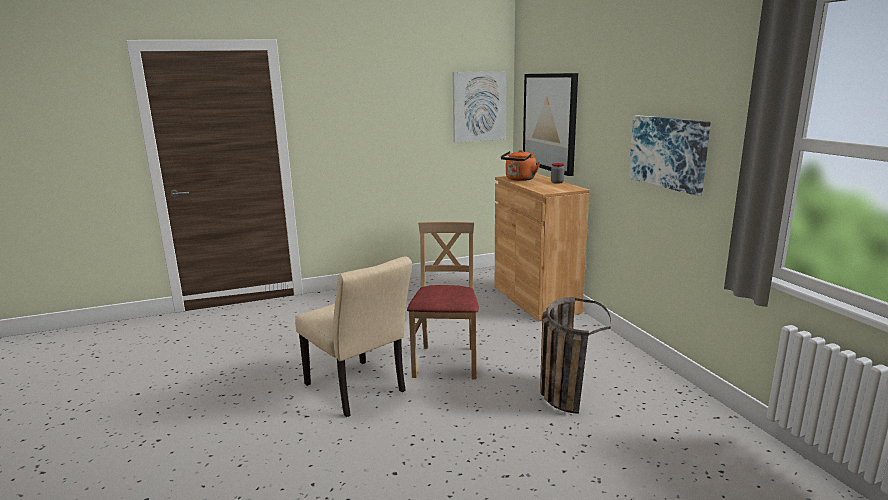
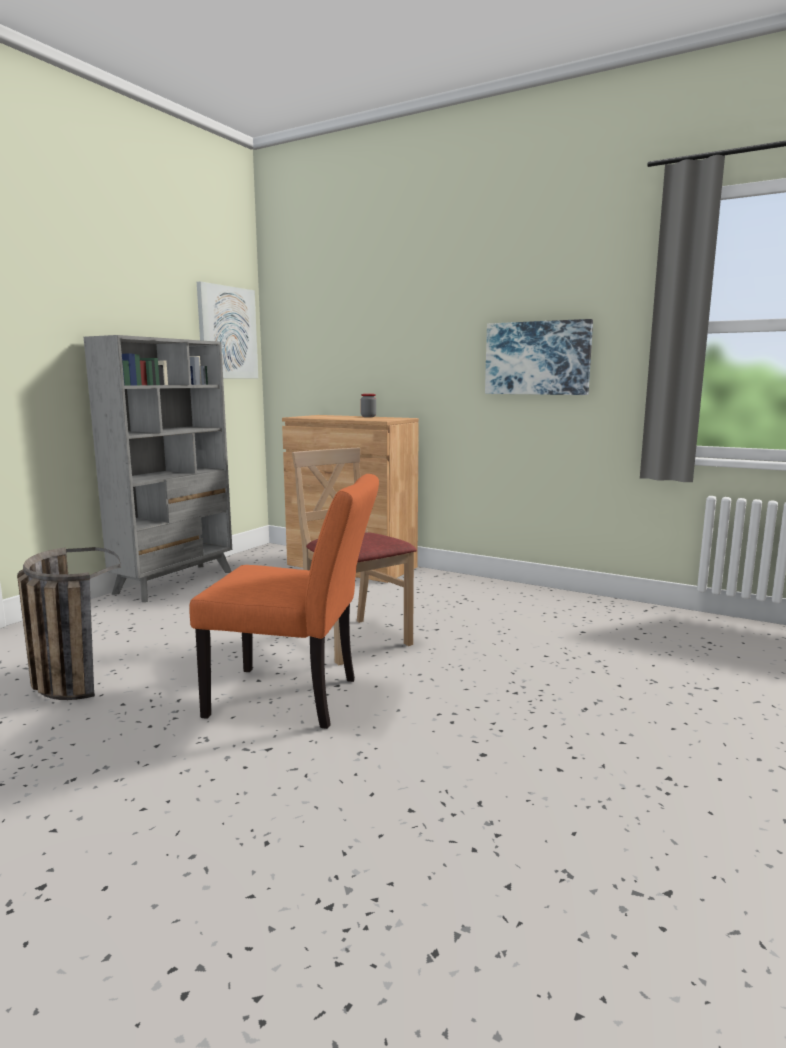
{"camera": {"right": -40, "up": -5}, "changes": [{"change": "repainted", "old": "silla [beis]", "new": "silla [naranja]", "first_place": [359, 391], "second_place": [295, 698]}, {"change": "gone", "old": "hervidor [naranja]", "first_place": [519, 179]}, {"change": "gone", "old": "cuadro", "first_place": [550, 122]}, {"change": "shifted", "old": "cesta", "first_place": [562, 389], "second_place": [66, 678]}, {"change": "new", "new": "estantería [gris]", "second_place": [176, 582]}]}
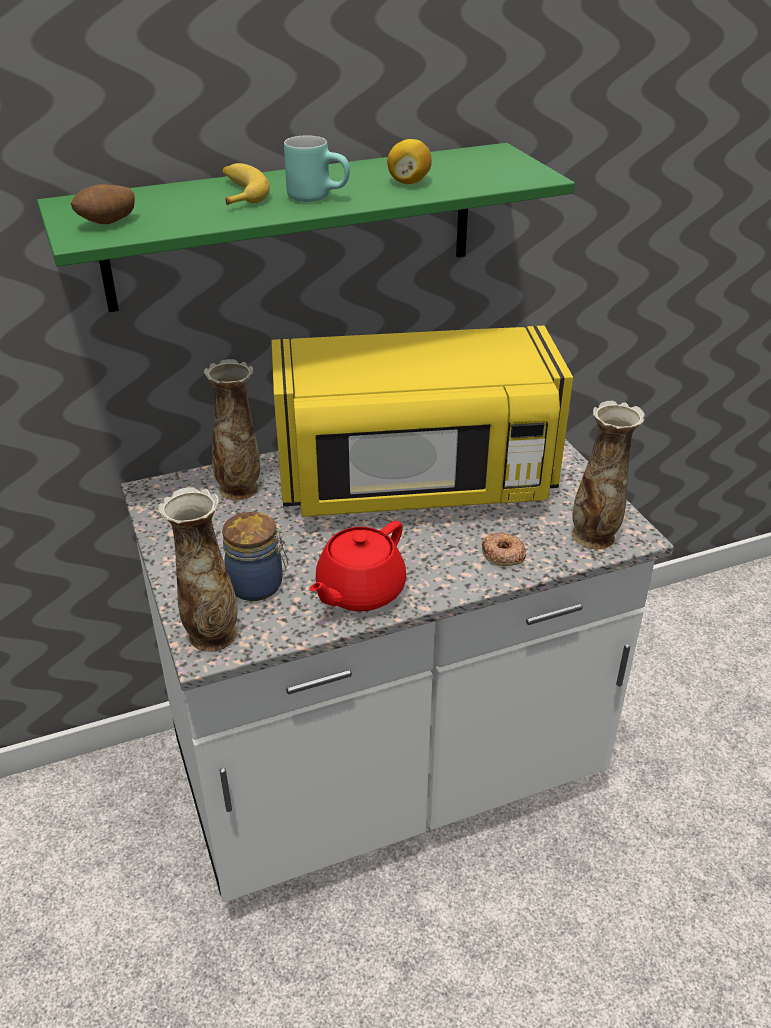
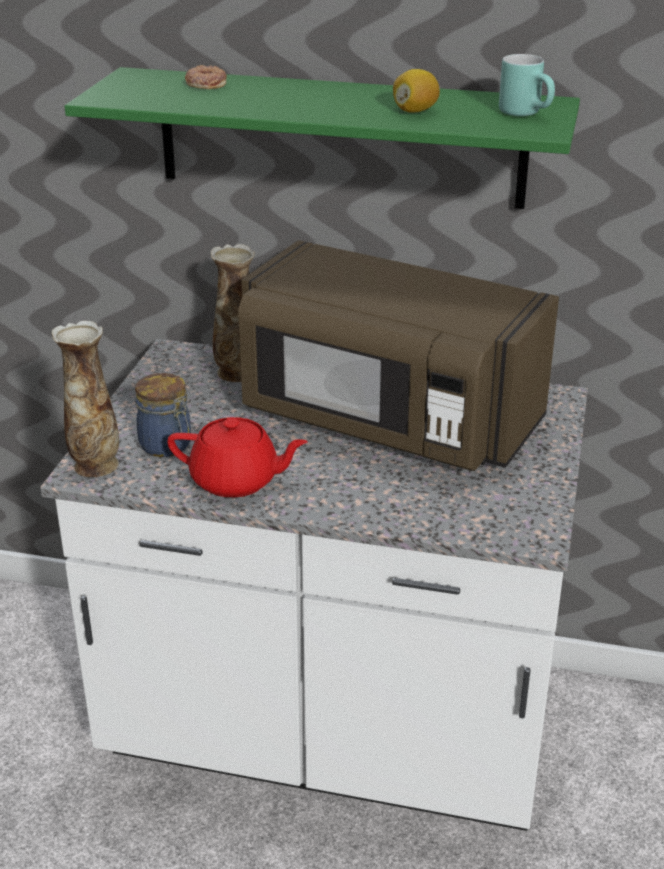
{"camera": {"right": 35, "up": -5}, "changes": [{"change": "gone", "old": "patata", "first_place": [107, 224]}, {"change": "gone", "old": "plátano", "first_place": [240, 194]}, {"change": "repainted", "old": "microondas [amarillo]", "new": "microondas [marrón]", "first_place": [416, 484], "second_place": [386, 421]}, {"change": "shifted", "old": "taza grande [turquesa]", "first_place": [319, 197], "second_place": [528, 114]}, {"change": "rotated", "old": "tetera [rojo]", "first_place": [359, 591], "second_place": [236, 481], "degrees": -150}, {"change": "shifted", "old": "rosquilla", "first_place": [503, 554], "second_place": [206, 83]}, {"change": "gone", "old": "florero", "first_place": [595, 536]}]}
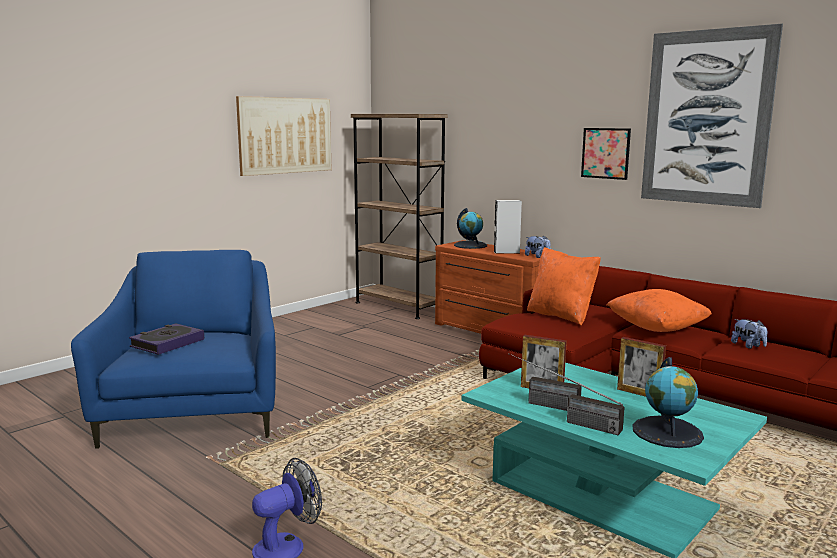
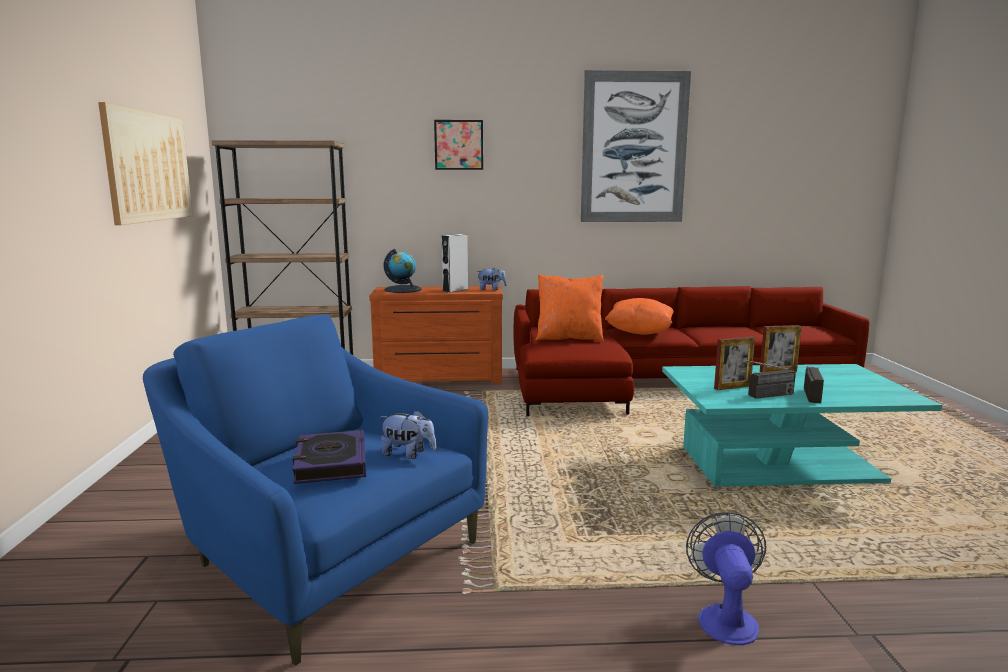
{"camera": {"right": -45, "up": 0}, "changes": [{"change": "rotated", "old": "radio", "first_place": [579, 423], "second_place": [815, 399], "degrees": -60}, {"change": "shifted", "old": "cuadro", "first_place": [605, 153], "second_place": [458, 145]}, {"change": "gone", "old": "globo terráqueo", "first_place": [667, 432]}, {"change": "shifted", "old": "peluche", "first_place": [748, 346], "second_place": [408, 454]}]}
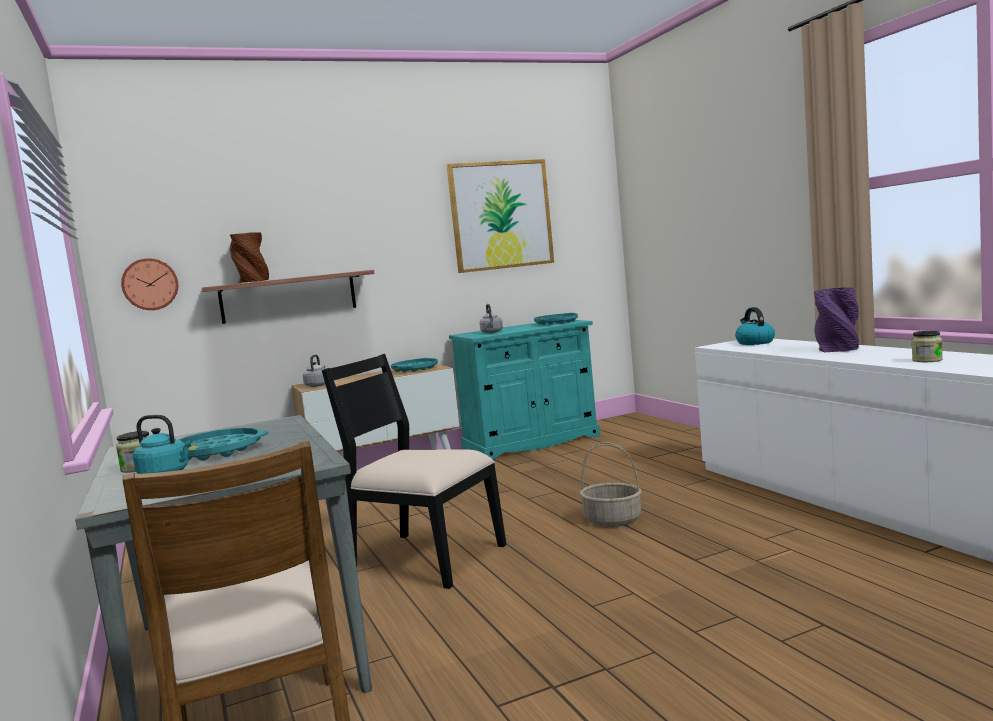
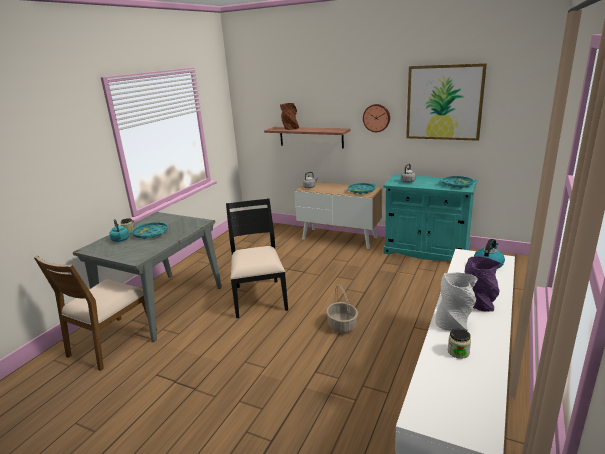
{"camera": {"right": 50, "up": 15}, "changes": [{"change": "shifted", "old": "reloj de pared", "first_place": [150, 284], "second_place": [376, 118]}, {"change": "new", "new": "florero [gris]", "second_place": [454, 323]}]}
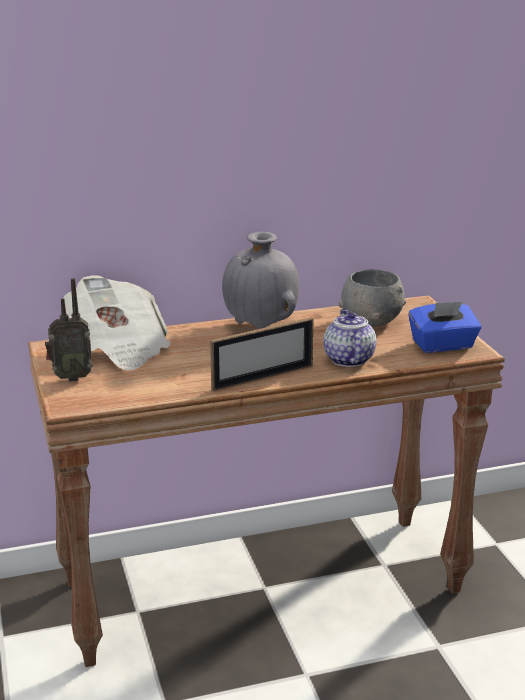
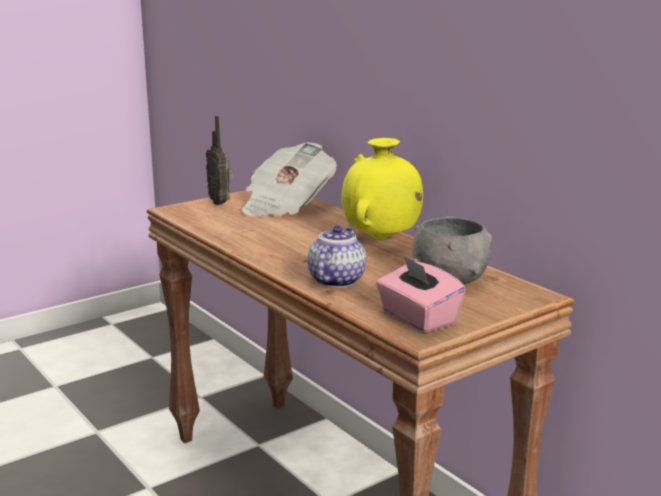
{"camera": {"right": 70, "up": -5}, "changes": [{"change": "gone", "old": "portarretratos", "first_place": [263, 377]}, {"change": "repainted", "old": "florero [gris]", "new": "florero [amarillo]", "first_place": [261, 327], "second_place": [381, 240]}, {"change": "rotated", "old": "tetera", "first_place": [348, 359], "second_place": [336, 280], "degrees": -45}, {"change": "repainted", "old": "caja de pañuelos [azul]", "new": "caja de pañuelos [rosa]", "first_place": [443, 345], "second_place": [418, 318]}]}
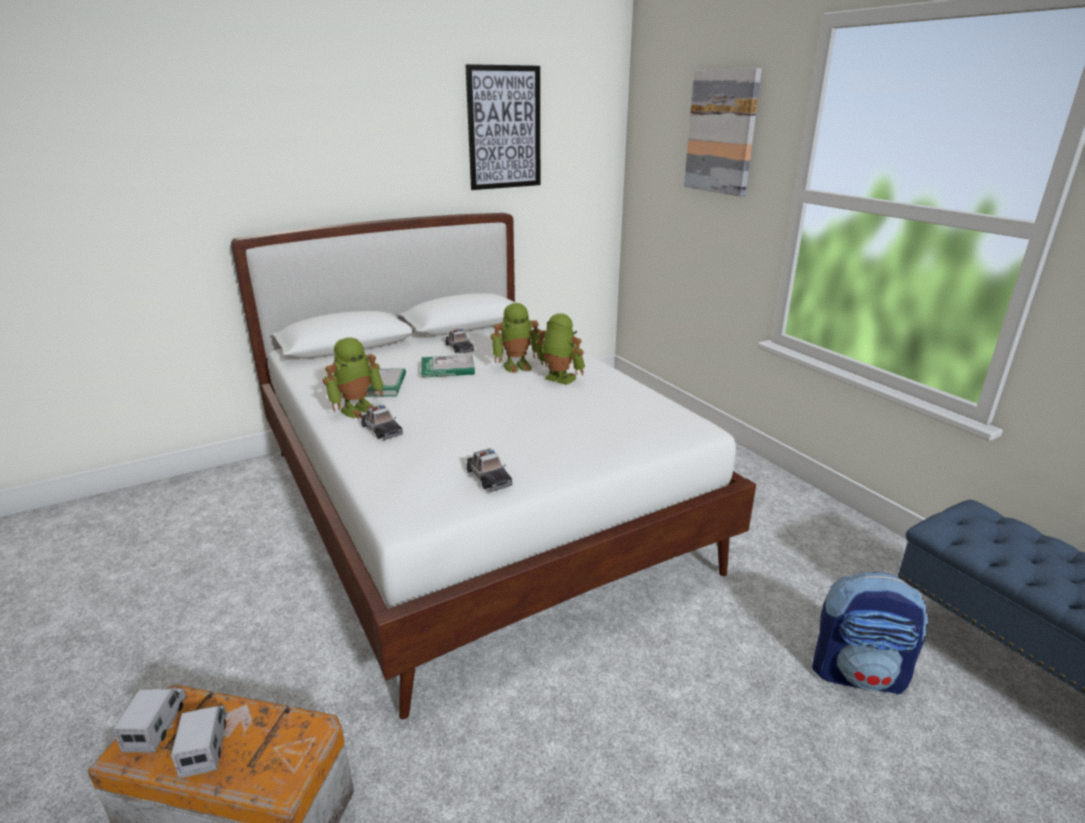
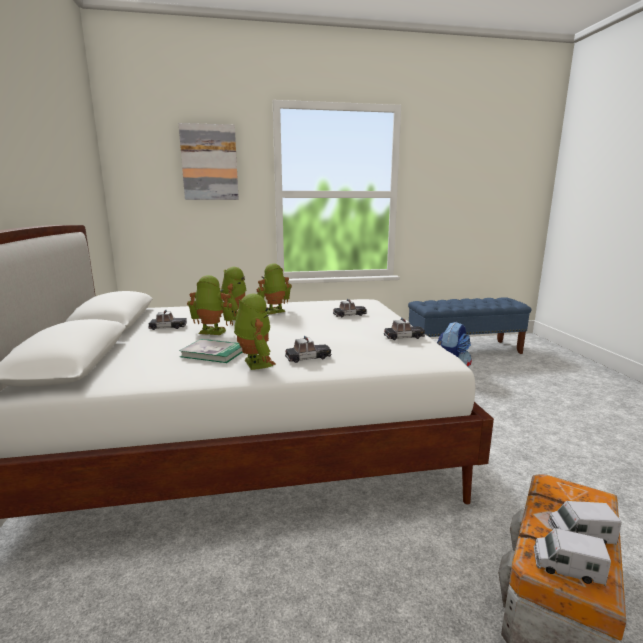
{"camera": {"right": -70, "up": -10}, "changes": [{"change": "swapped", "old": "libro", "new": "robot de juguete", "first_place": [447, 369], "second_place": [211, 332]}, {"change": "gone", "old": "cuadro", "first_place": [504, 128]}, {"change": "new", "new": "coche de juguete", "second_place": [349, 314]}]}
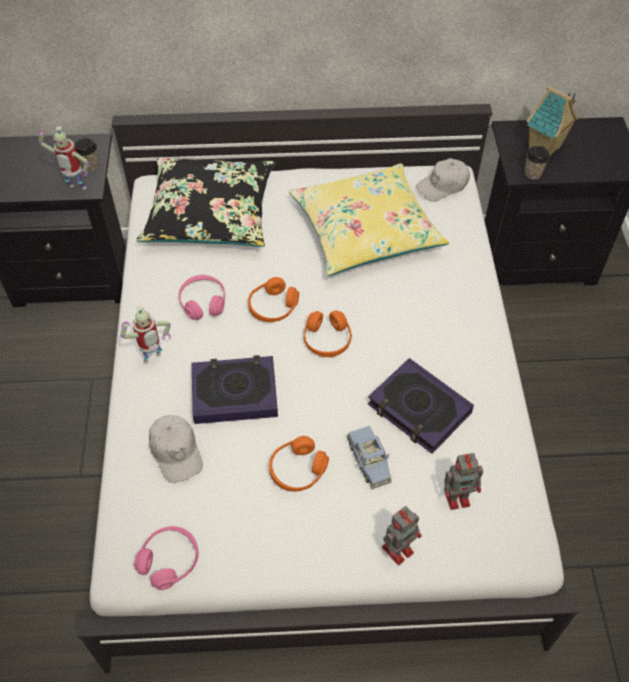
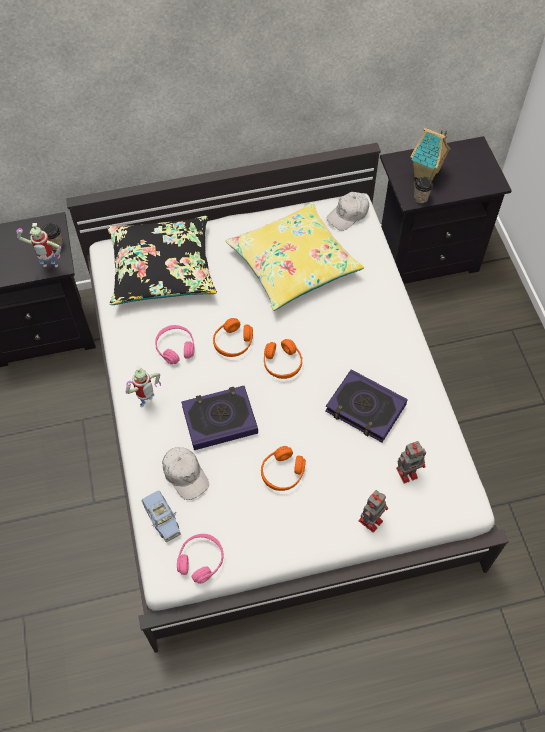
{"camera": {"right": -10, "up": 5}, "changes": [{"change": "shifted", "old": "coche de juguete [azul]", "first_place": [369, 460], "second_place": [162, 518]}]}
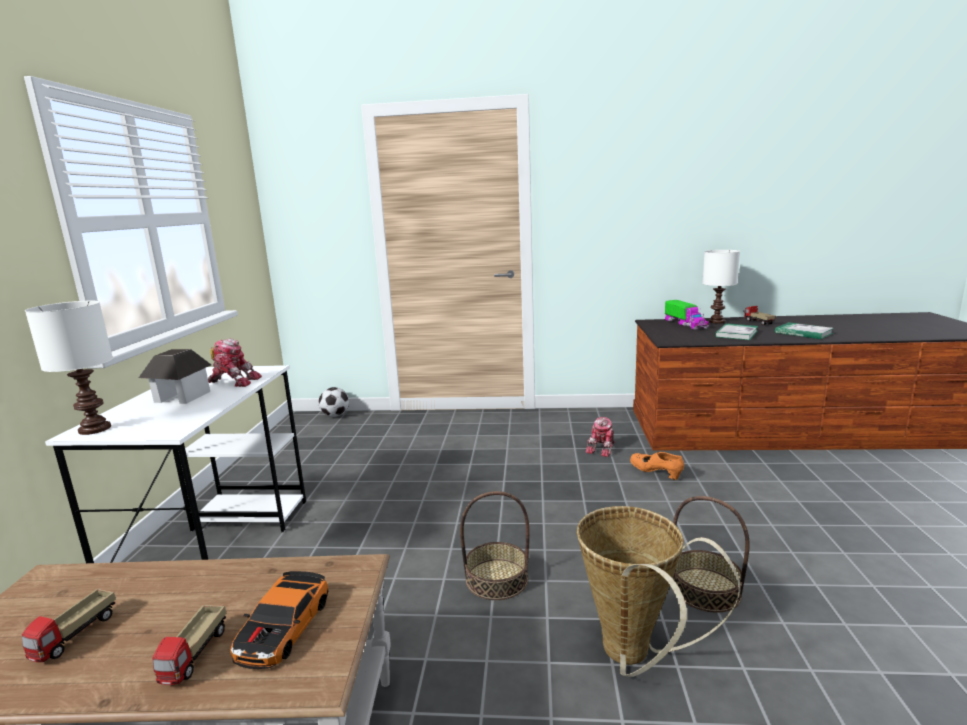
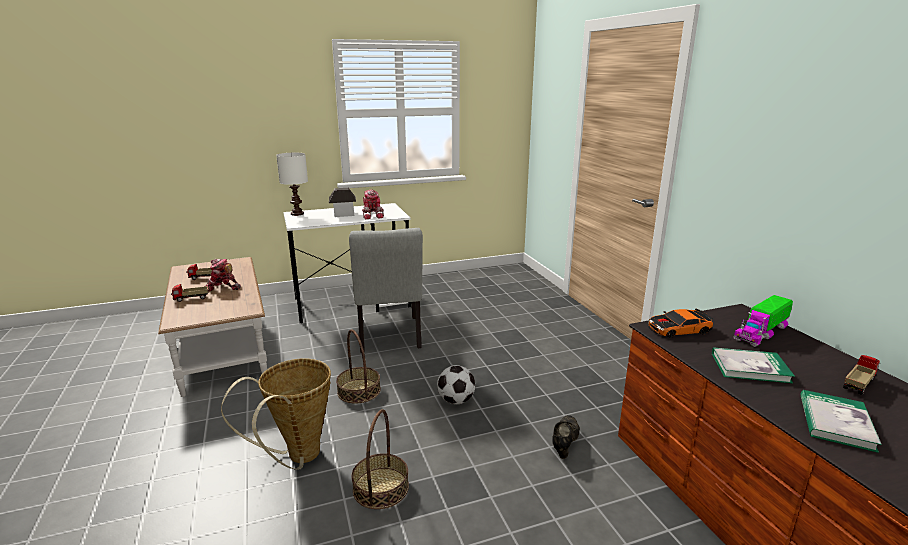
{"camera": {"right": 65, "up": 5}, "changes": [{"change": "shifted", "old": "coche de juguete", "first_place": [284, 627], "second_place": [679, 329]}, {"change": "shifted", "old": "balón de fútbol", "first_place": [335, 415], "second_place": [456, 400]}, {"change": "shifted", "old": "robot de juguete", "first_place": [603, 449], "second_place": [222, 287]}, {"change": "repainted", "old": "zapato [naranja]", "new": "zapato [negro]", "first_place": [656, 473], "second_place": [564, 443]}, {"change": "gone", "old": "lámpara de mesa [blanco]", "first_place": [716, 321]}, {"change": "new", "new": "silla [gris]", "second_place": [389, 337]}]}
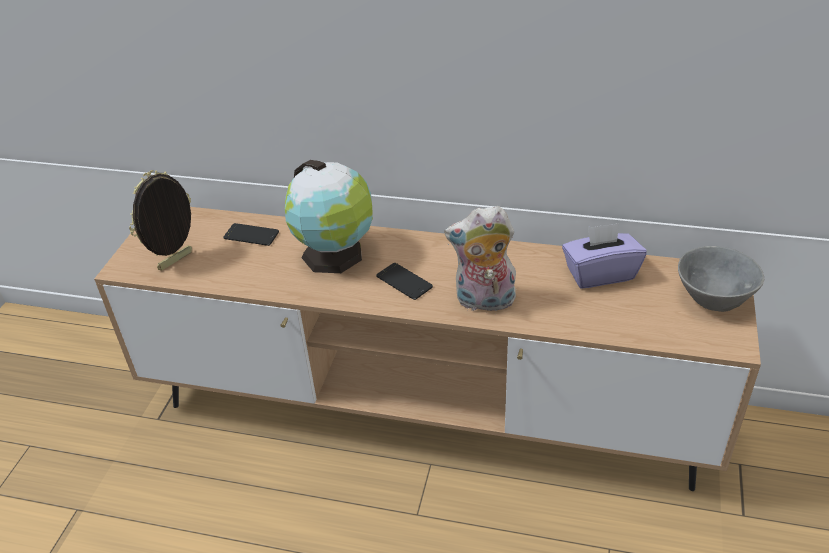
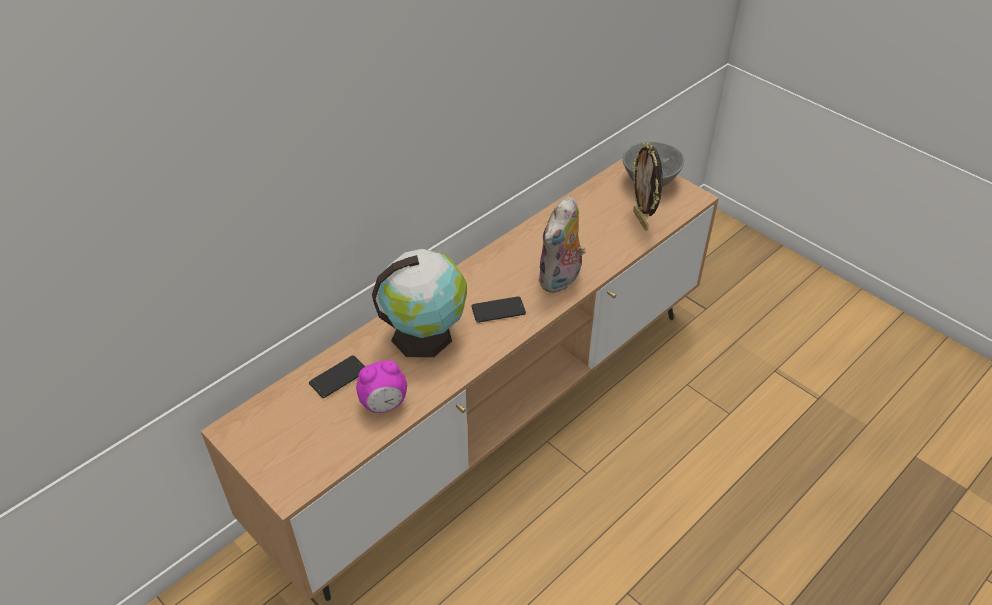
{"camera": {"right": -60, "up": 5}, "changes": [{"change": "shifted", "old": "portarretratos", "first_place": [176, 261], "second_place": [641, 220]}, {"change": "gone", "old": "caja de pañuelos [morado]", "first_place": [600, 273]}, {"change": "new", "new": "despertador", "second_place": [384, 404]}]}
